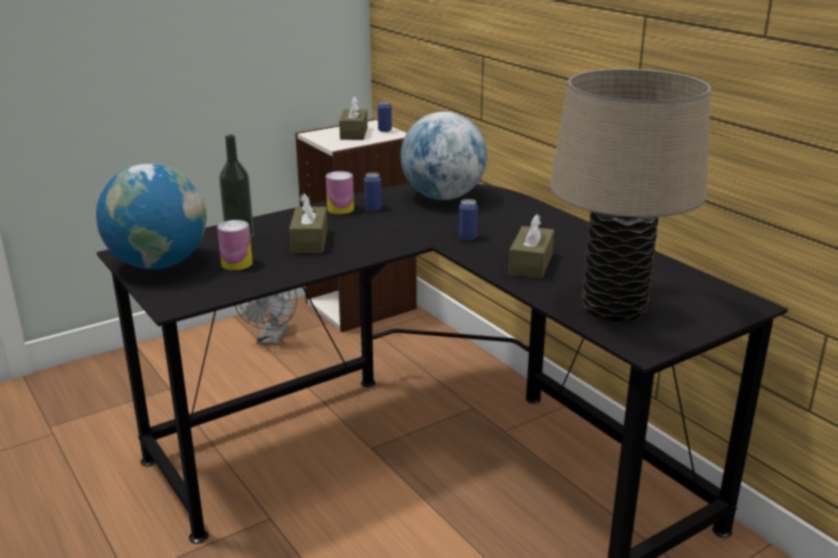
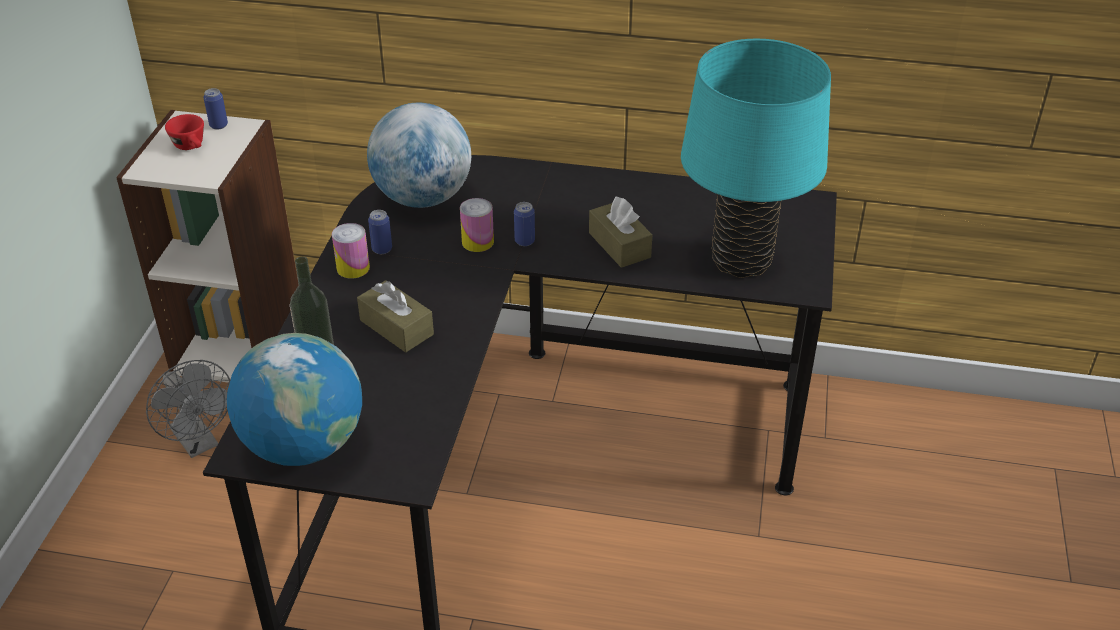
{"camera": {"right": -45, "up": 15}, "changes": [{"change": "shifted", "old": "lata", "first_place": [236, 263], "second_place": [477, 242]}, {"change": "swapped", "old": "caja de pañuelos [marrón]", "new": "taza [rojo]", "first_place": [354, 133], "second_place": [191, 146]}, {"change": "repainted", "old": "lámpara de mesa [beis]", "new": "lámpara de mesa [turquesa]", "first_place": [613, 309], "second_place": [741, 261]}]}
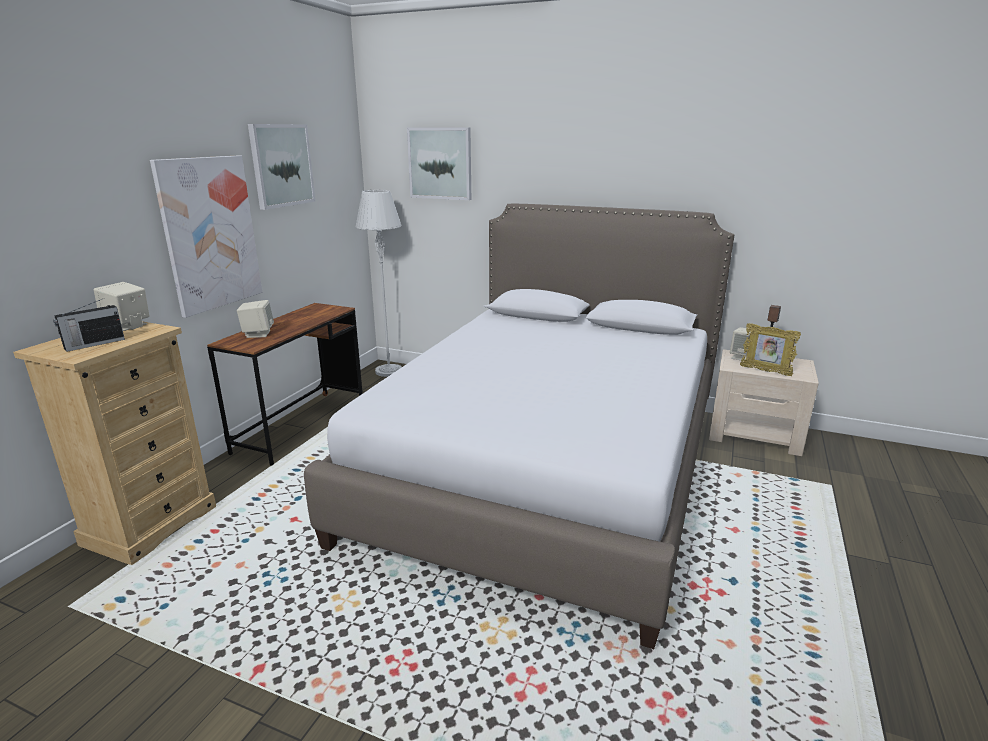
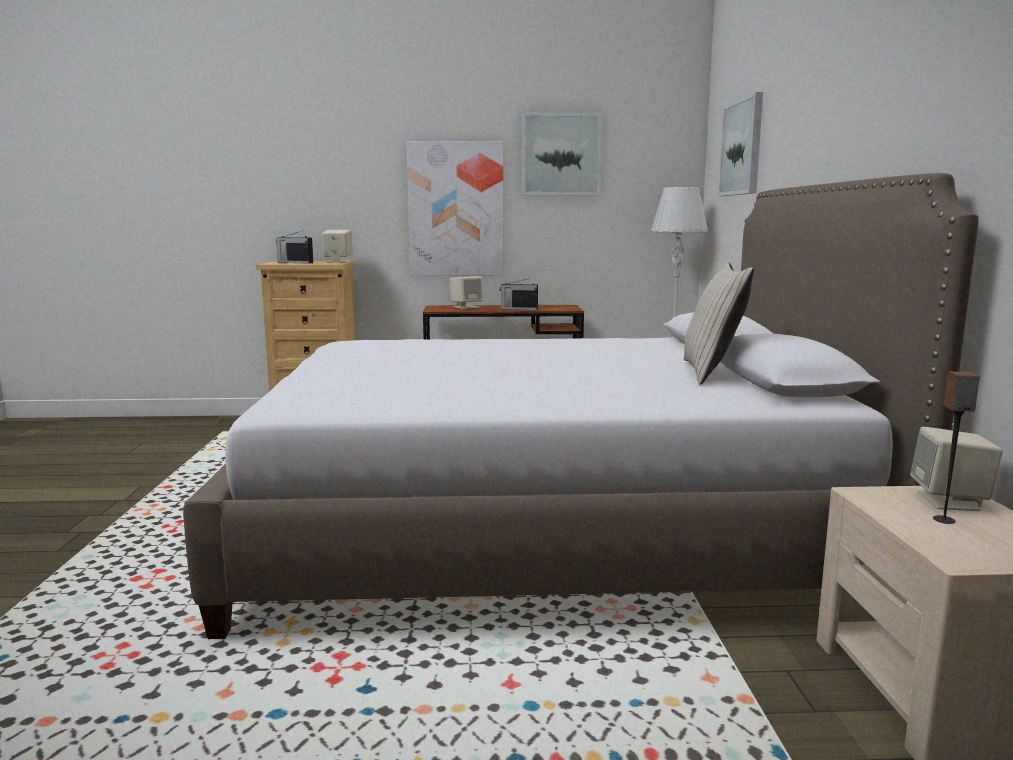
{"camera": {"right": 65, "up": -10}, "changes": [{"change": "gone", "old": "portarretratos", "first_place": [765, 371]}, {"change": "new", "new": "radio", "second_place": [518, 309]}, {"change": "new", "new": "cojín [beis]", "second_place": [711, 372]}]}
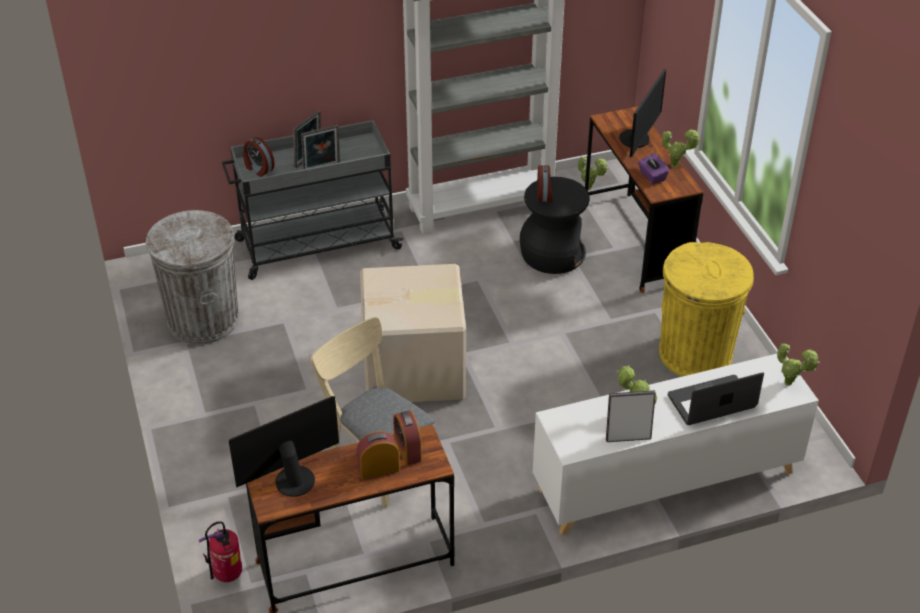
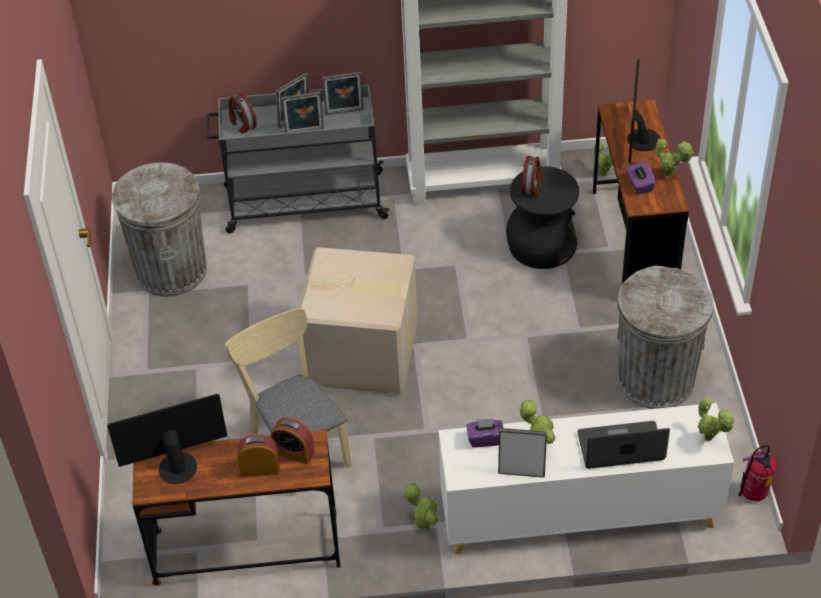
{"camera": {"right": 15, "up": 5}, "changes": [{"change": "shifted", "old": "extintor", "first_place": [227, 576], "second_place": [753, 495]}, {"change": "rotated", "old": "despertador", "first_place": [407, 449], "second_place": [294, 452], "degrees": -60}, {"change": "rotated", "old": "monitor", "first_place": [638, 140], "second_place": [639, 140], "degrees": 150}, {"change": "repainted", "old": "papelera [amarillo]", "new": "papelera [gris]", "first_place": [695, 354], "second_place": [656, 379]}, {"change": "new", "new": "portarretratos", "second_place": [344, 113]}, {"change": "new", "new": "planta en maceta", "second_place": [423, 525]}, {"change": "new", "new": "caja de pañuelos [morado]", "second_place": [485, 439]}]}
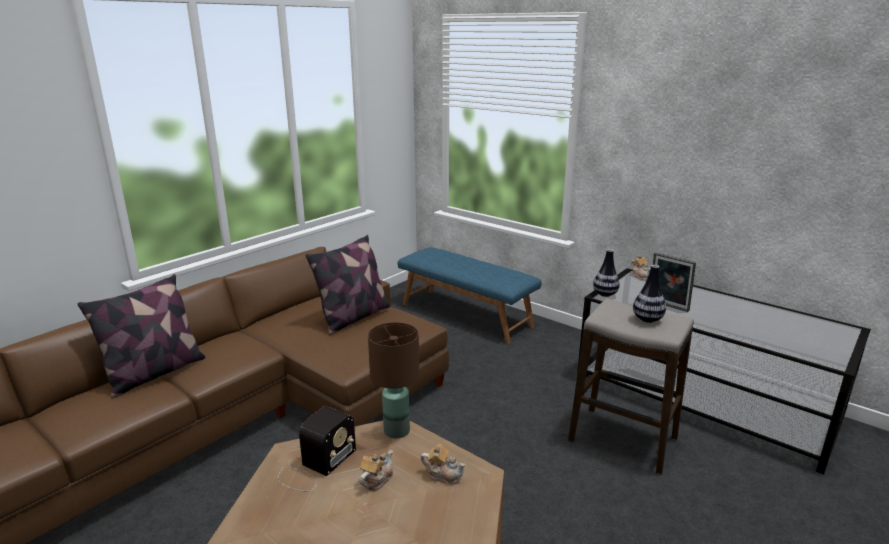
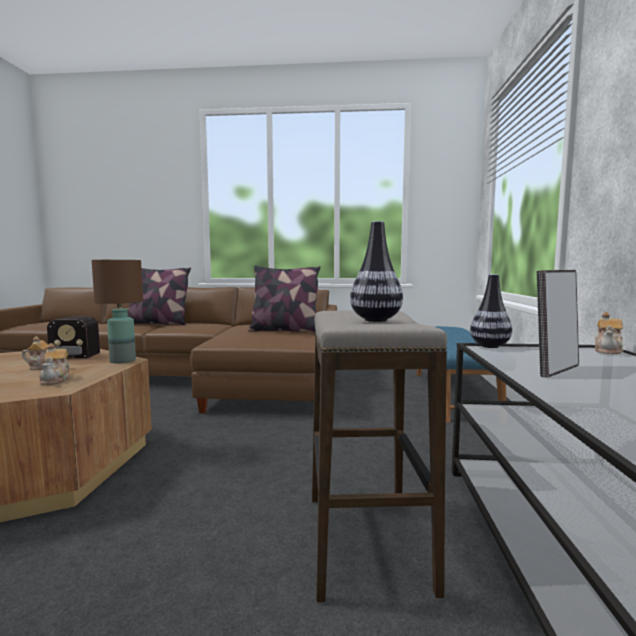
{"camera": {"right": 55, "up": -15}, "changes": [{"change": "rotated", "old": "portarretratos", "first_place": [667, 306], "second_place": [555, 370], "degrees": 45}]}
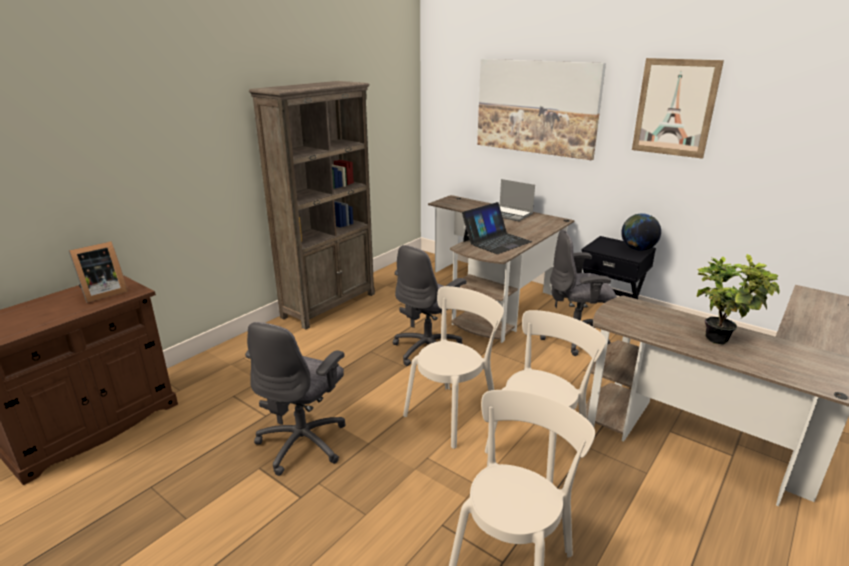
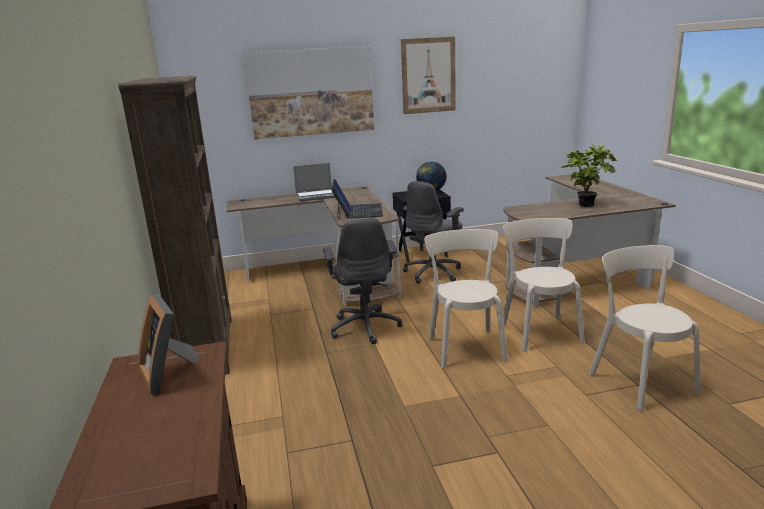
{"camera": {"right": -50, "up": -5}, "changes": [{"change": "rotated", "old": "portarretratos", "first_place": [102, 293], "second_place": [169, 374], "degrees": 150}, {"change": "gone", "old": "silla de oficina [gris]", "first_place": [304, 442]}]}
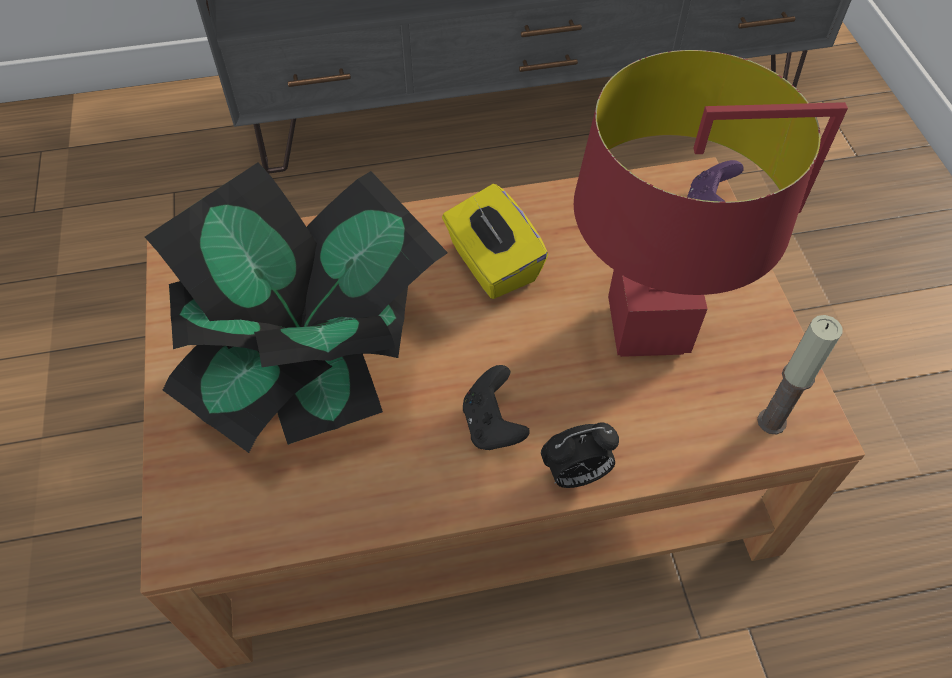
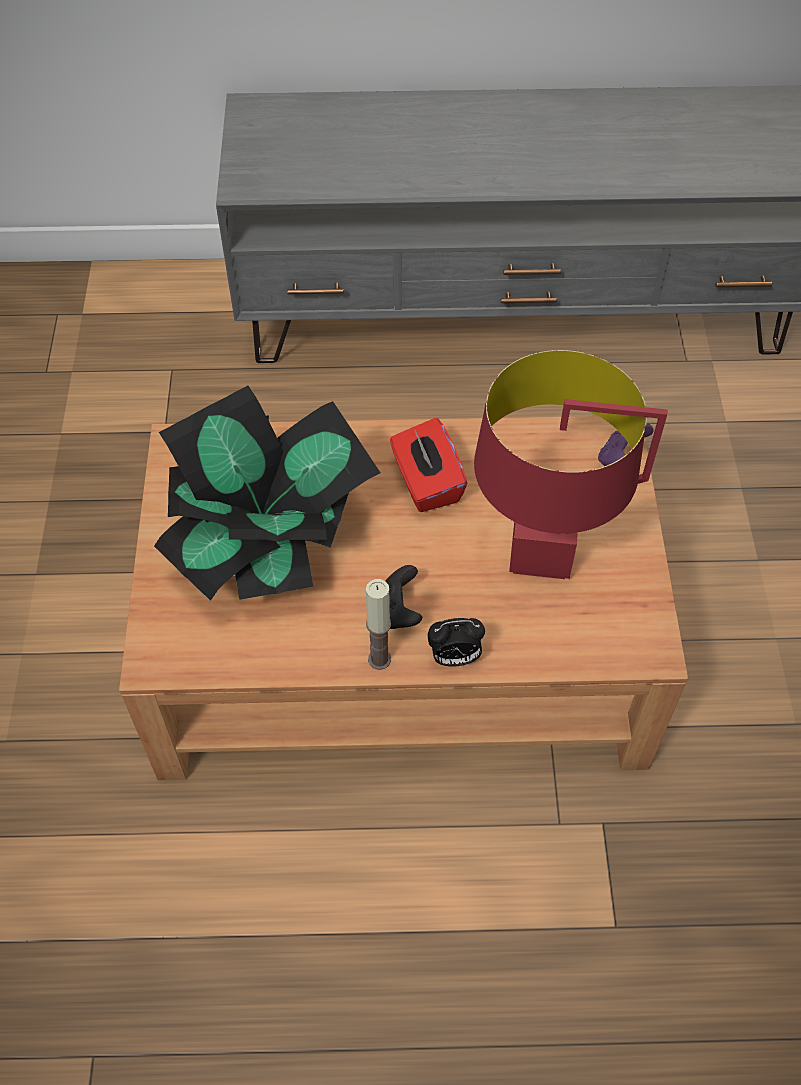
{"camera": {"right": 10, "up": 0}, "changes": [{"change": "repainted", "old": "caja de pañuelos [amarillo]", "new": "caja de pañuelos [rojo]", "first_place": [492, 264], "second_place": [426, 483]}, {"change": "shifted", "old": "vela", "first_place": [771, 421], "second_place": [379, 659]}]}
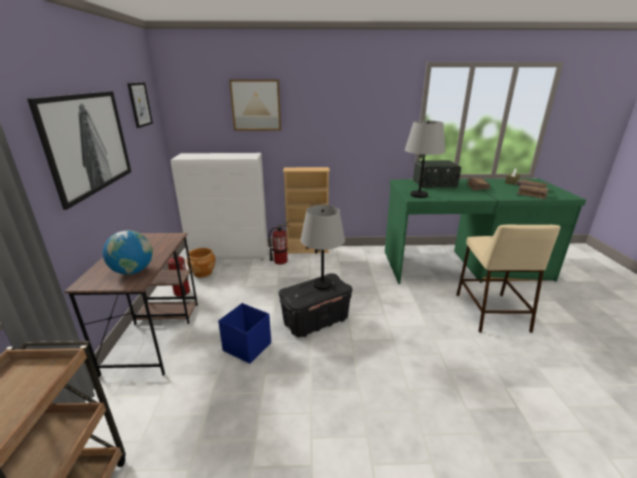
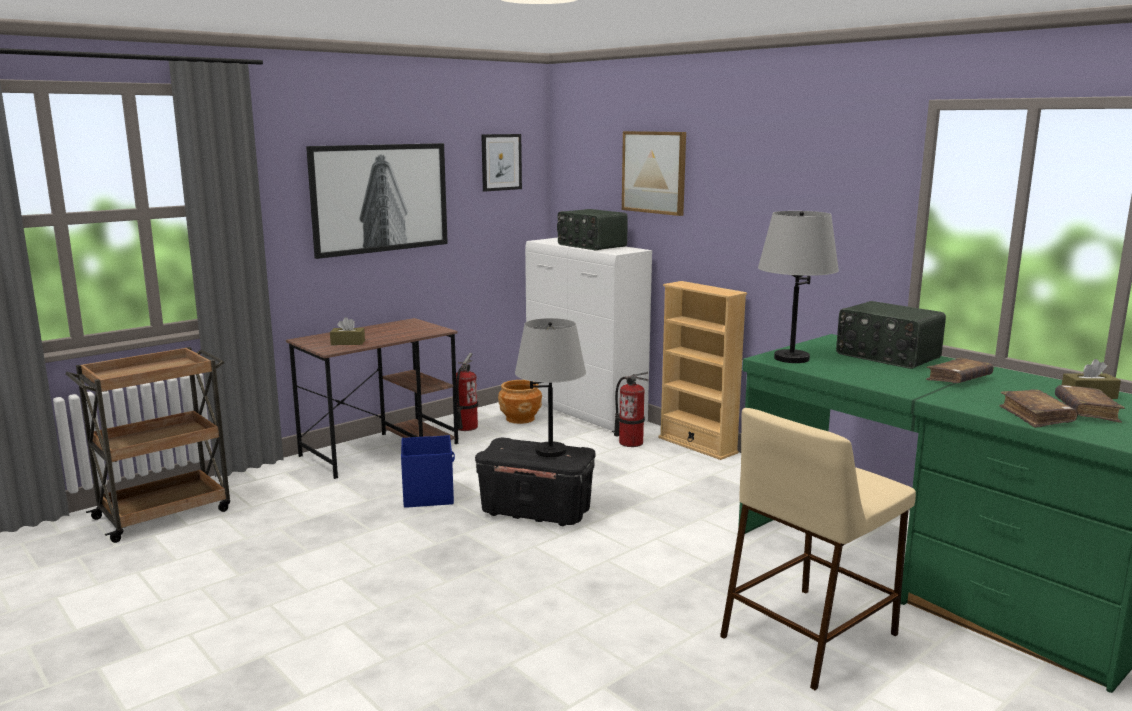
{"camera": {"right": 50, "up": -10}, "changes": [{"change": "swapped", "old": "globo terráqueo", "new": "caja de pañuelos [marrón]", "first_place": [133, 271], "second_place": [348, 343]}, {"change": "new", "new": "radio", "second_place": [591, 245]}]}
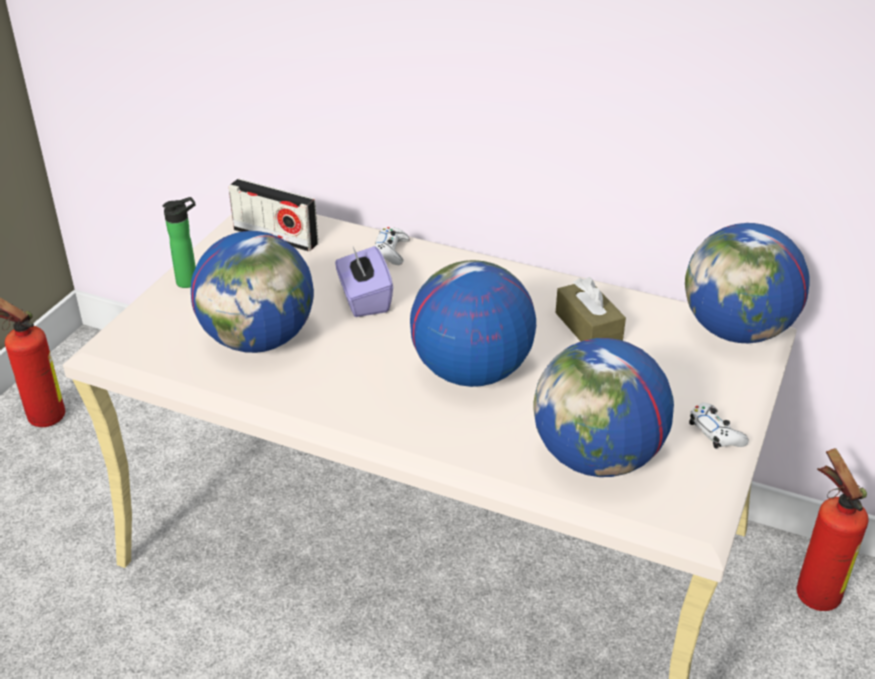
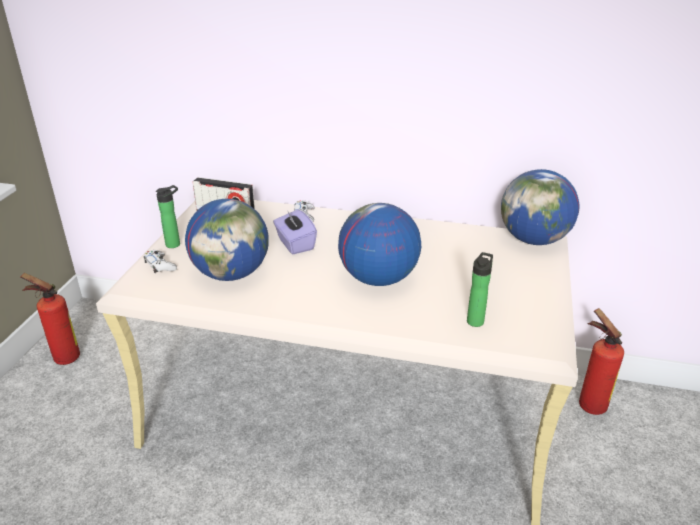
{"camera": {"right": -10, "up": -5}, "changes": [{"change": "swapped", "old": "globo terráqueo", "new": "botella", "first_place": [597, 458], "second_place": [476, 320]}, {"change": "gone", "old": "caja de pañuelos [marrón]", "first_place": [588, 327]}, {"change": "shifted", "old": "mando de consola [blanco]", "first_place": [715, 433], "second_place": [160, 266]}]}
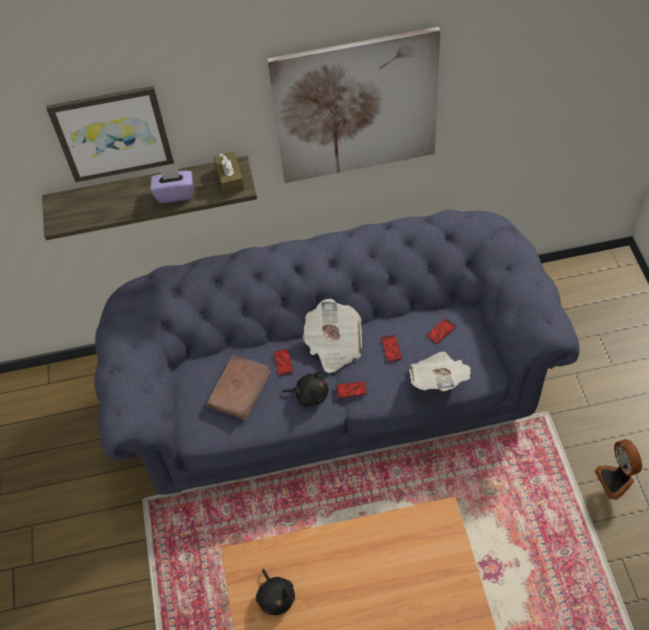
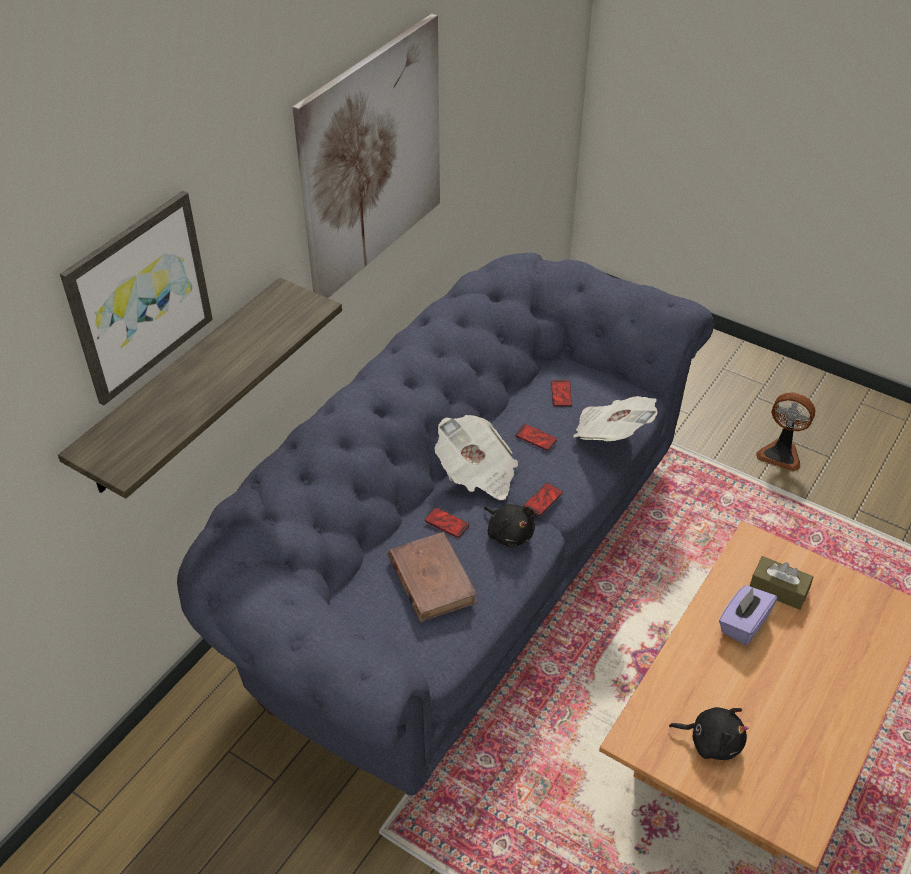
{"camera": {"right": -50, "up": -10}, "changes": [{"change": "shifted", "old": "caja de pañuelos [morado]", "first_place": [175, 193], "second_place": [743, 624]}, {"change": "shifted", "old": "caja de pañuelos [marrón]", "first_place": [230, 178], "second_place": [778, 589]}, {"change": "rotated", "old": "peluche [negro]", "first_place": [309, 395], "second_place": [509, 533], "degrees": 90}]}
